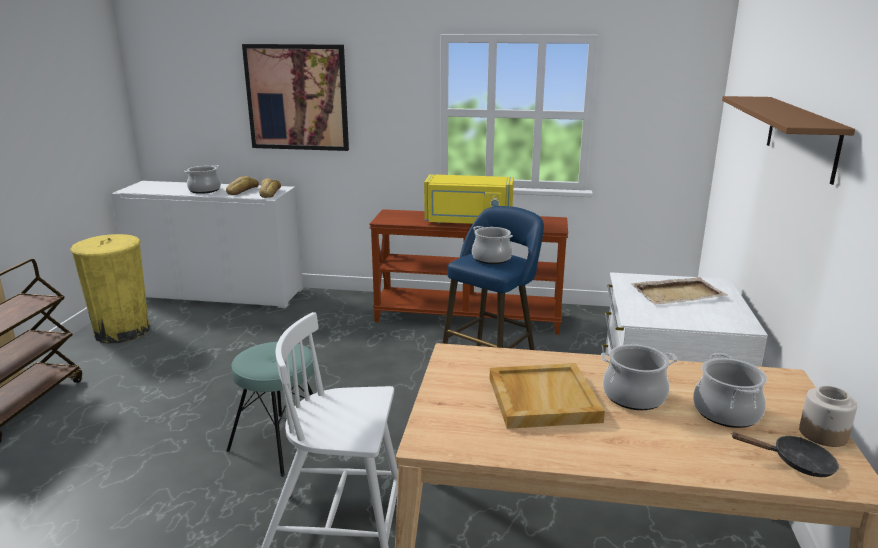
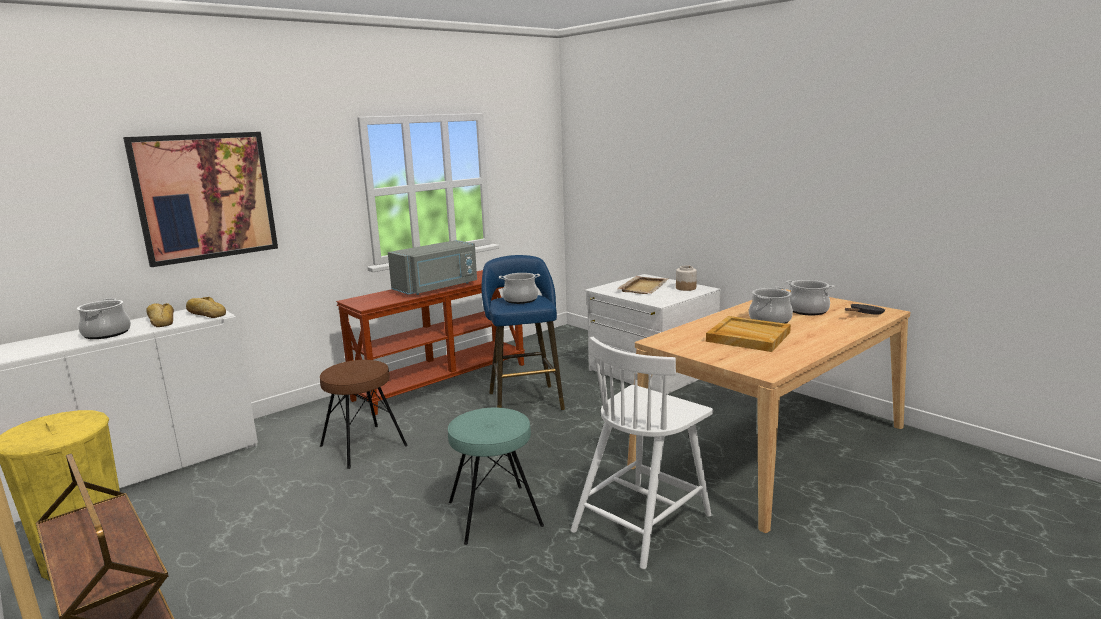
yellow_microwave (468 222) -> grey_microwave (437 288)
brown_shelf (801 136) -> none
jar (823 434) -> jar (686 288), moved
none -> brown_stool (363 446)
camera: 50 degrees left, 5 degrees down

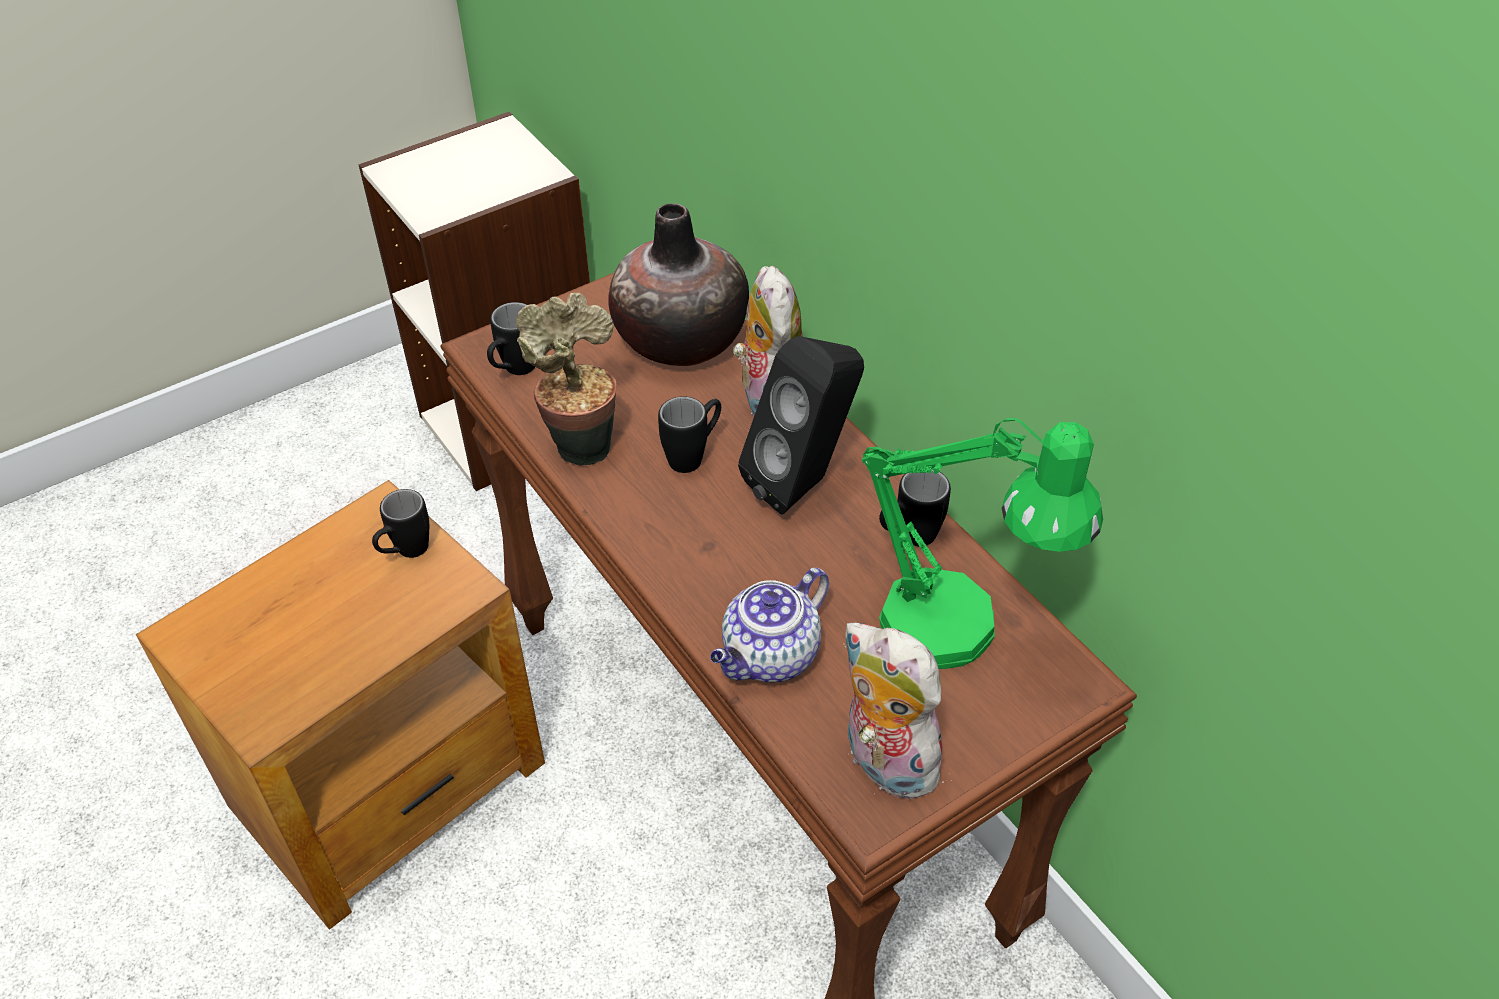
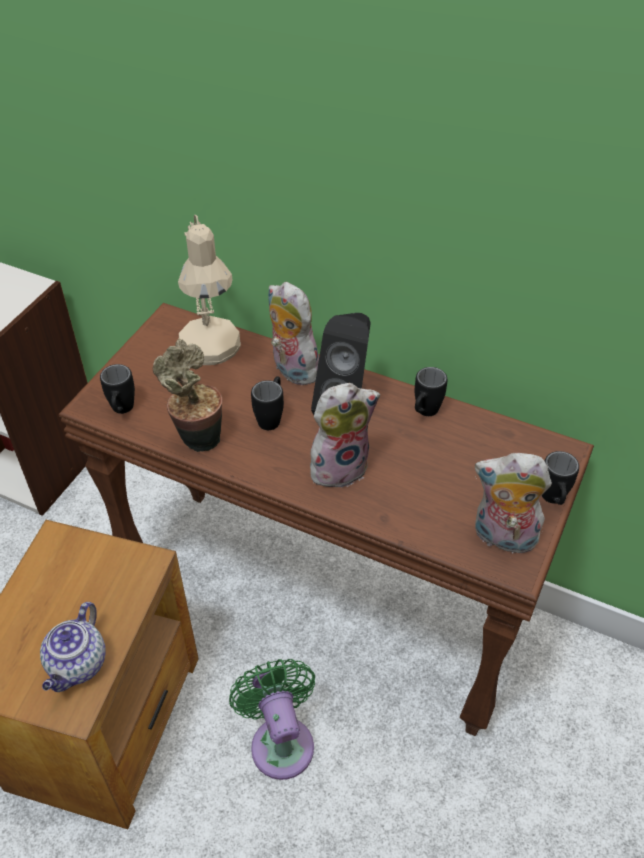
black_mug (405 553) -> black_mug (553 501), moved
vase (681 340) -> beige_table_lamp (212 353)
teapot (770 657) -> teapot (78 665), moved
green_table_lamp (961 633) -> none
none -> green_fan (280 740)
none -> plush_toy (339 466)
camera: 30 degrees left, 0 degrees up

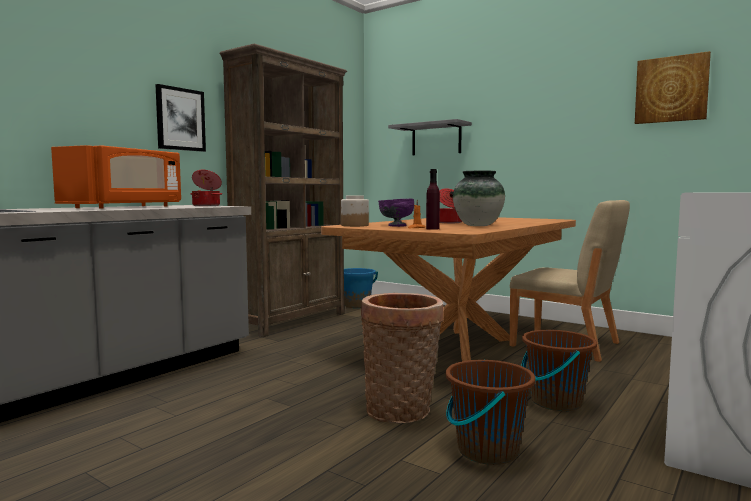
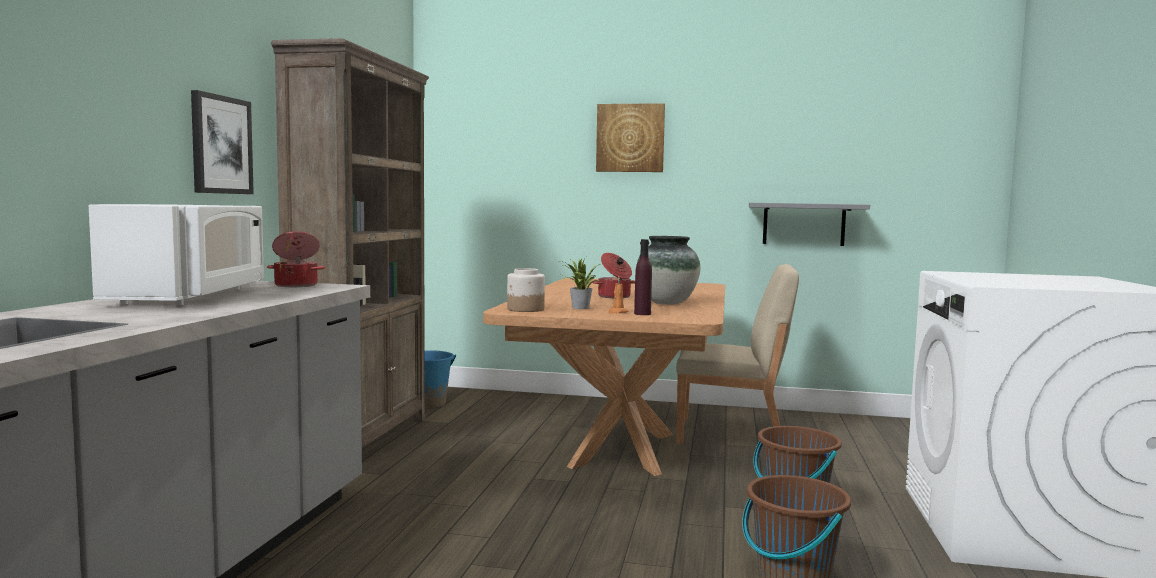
orange_microwave (125 207) -> white_microwave (190 296)
basket (402 412) -> none
purple_bowl (396 226) -> potted_plant (578 308)
grey_shelf (436 139) -> grey_shelf (803 224), moved
picture (671 89) -> picture (630 138), moved
camera: 25 degrees left, 0 degrees up

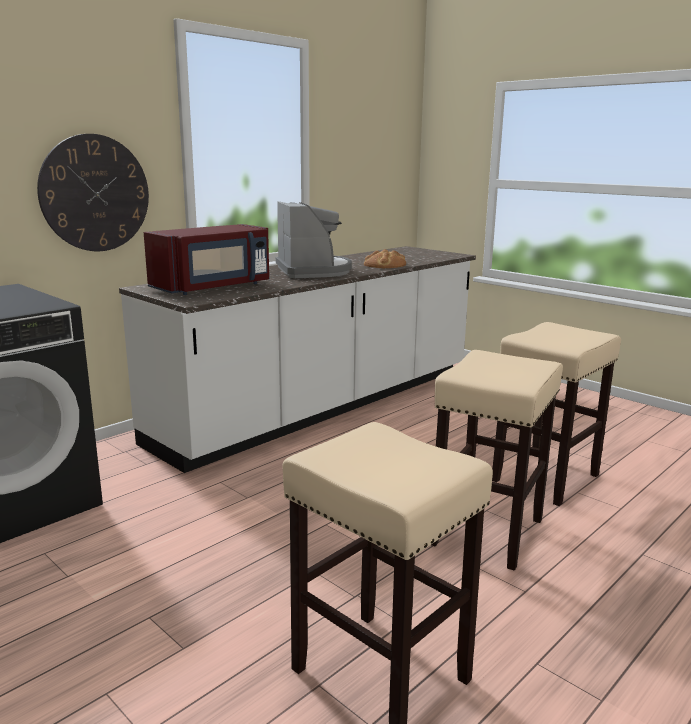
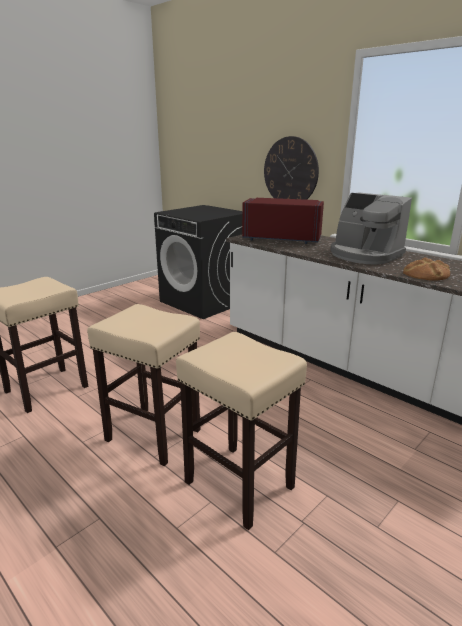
red_microwave (213 287) -> red_microwave (282 239), 150 degrees clockwise
coffee_machine (313 271) -> coffee_machine (364 255), 60 degrees clockwise
camera: 90 degrees right, 5 degrees up

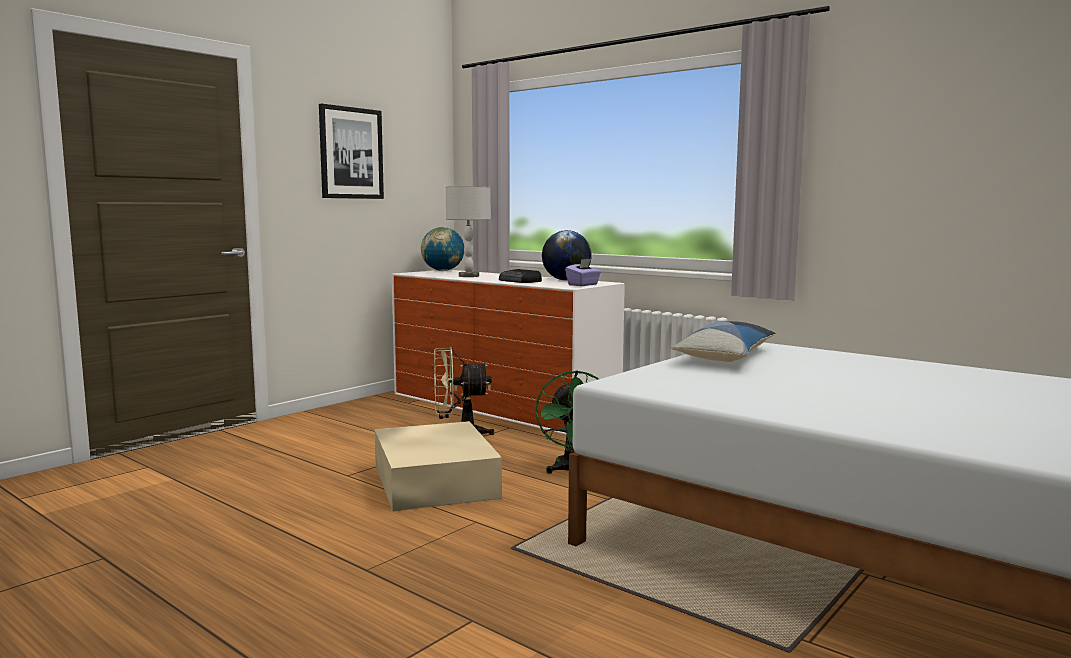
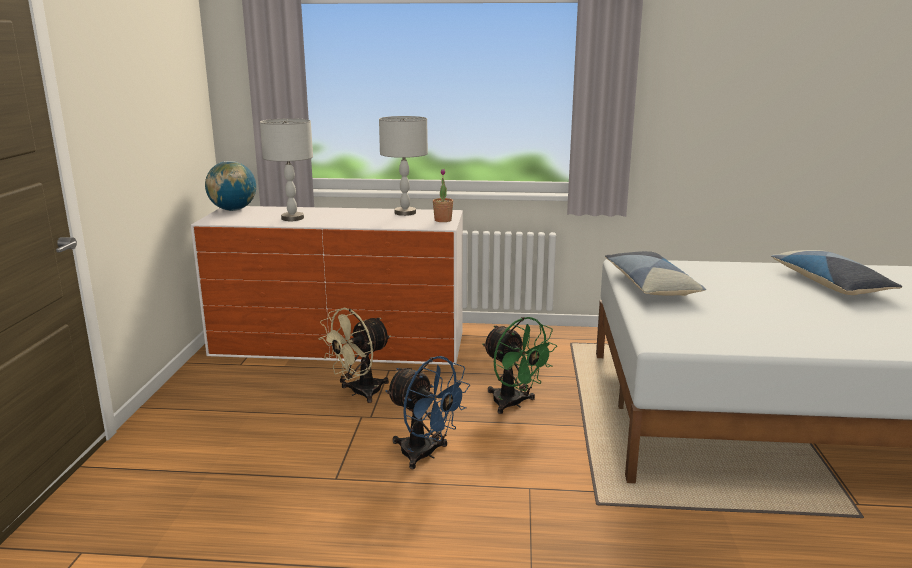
picture (351 153) -> none
beige_storage_box (435 480) -> blue_fan (425 455)
radio (520 281) -> none
globe (566 280) -> grey_table_lamp (404 213)
purple_tissue_box (583 285) -> potted_plant (443 220)
none -> pillow (829 283)
camera: 35 degrees left, 10 degrees up

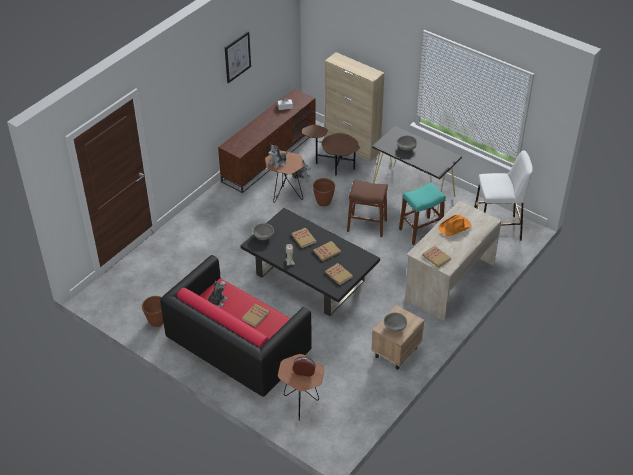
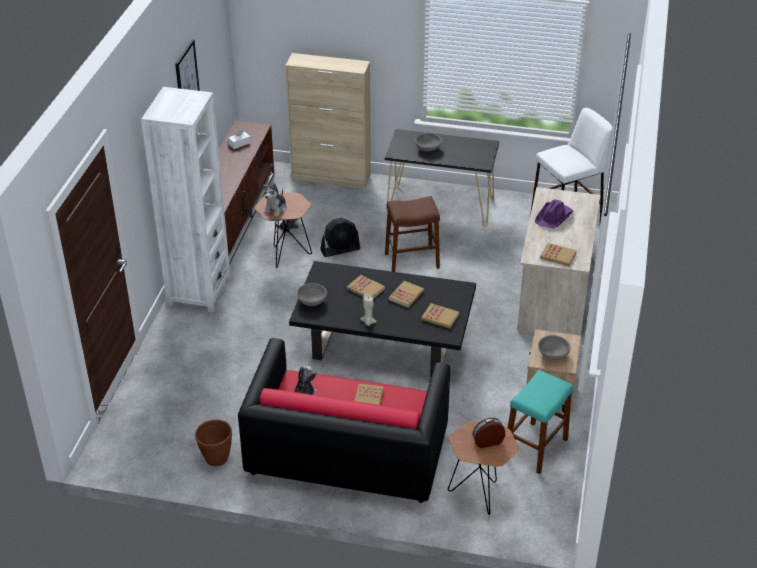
brown_side_table (333 166) -> none
brown_planter (324 202) -> black_fan (340 250)
turquoise_stool (421 230) -> turquoise_stool (535 447), moved
orange_hat (455 227) -> purple_hat (554 217)
none -> white_bookcase (199 291)
camera: 25 degrees left, 5 degrees down

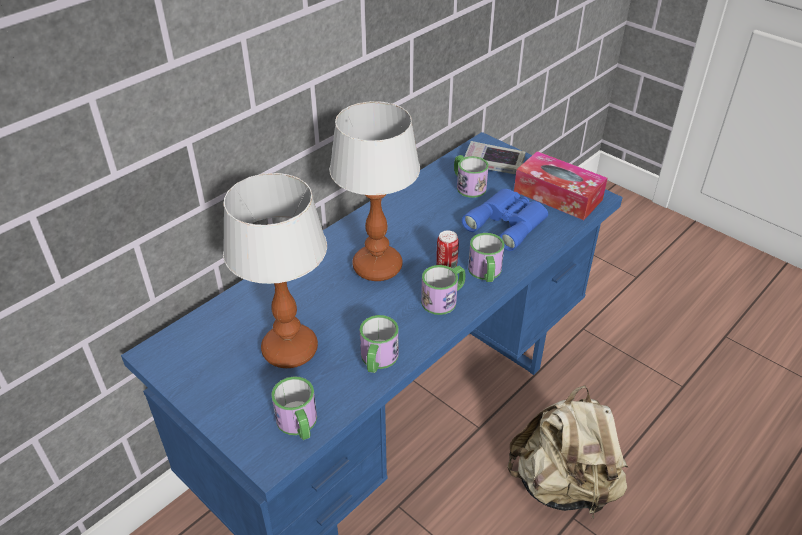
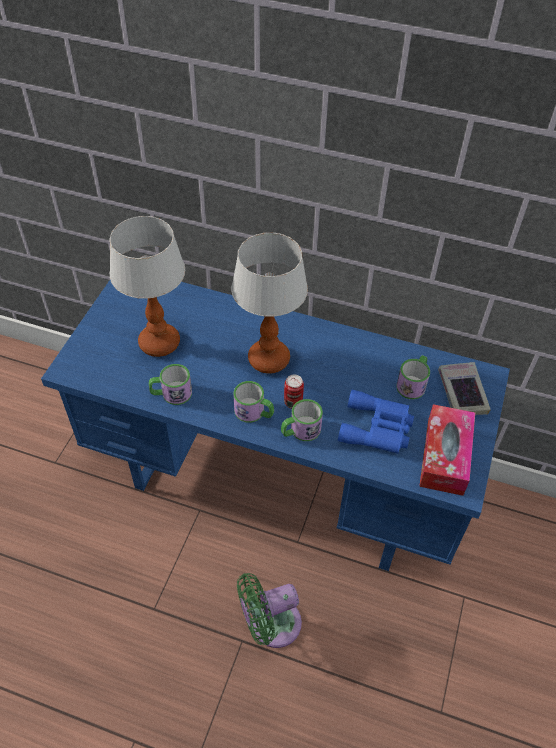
mug (299 424) -> none
beige_backpack (563 485) -> green_fan (270 624)
camera: 65 degrees right, 10 degrees up

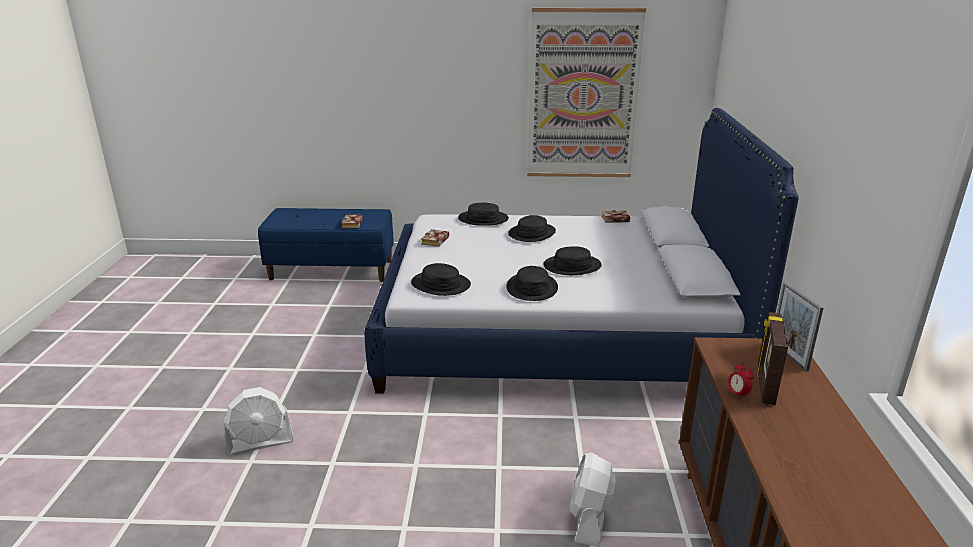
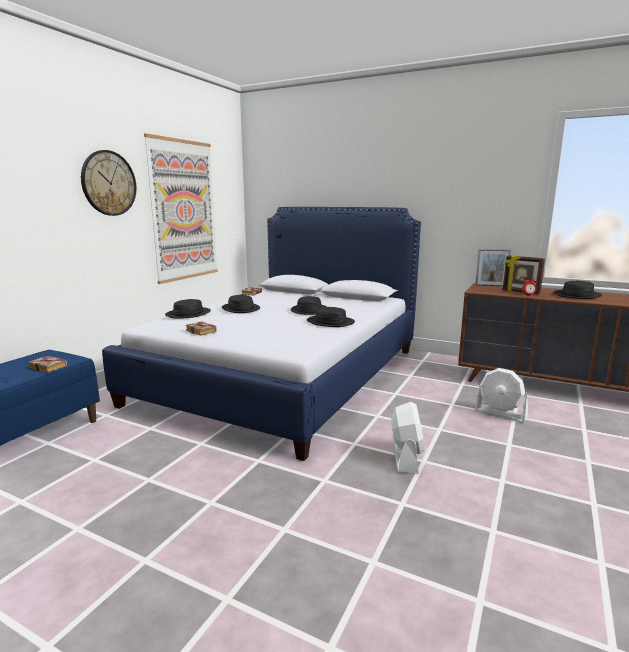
white_fan (261 442) -> white_fan (406 457), moved
black_hat (440 284) -> black_hat (577 295), moved
none -> wall_clock (109 183)
camera: 65 degrees left, 10 degrees down

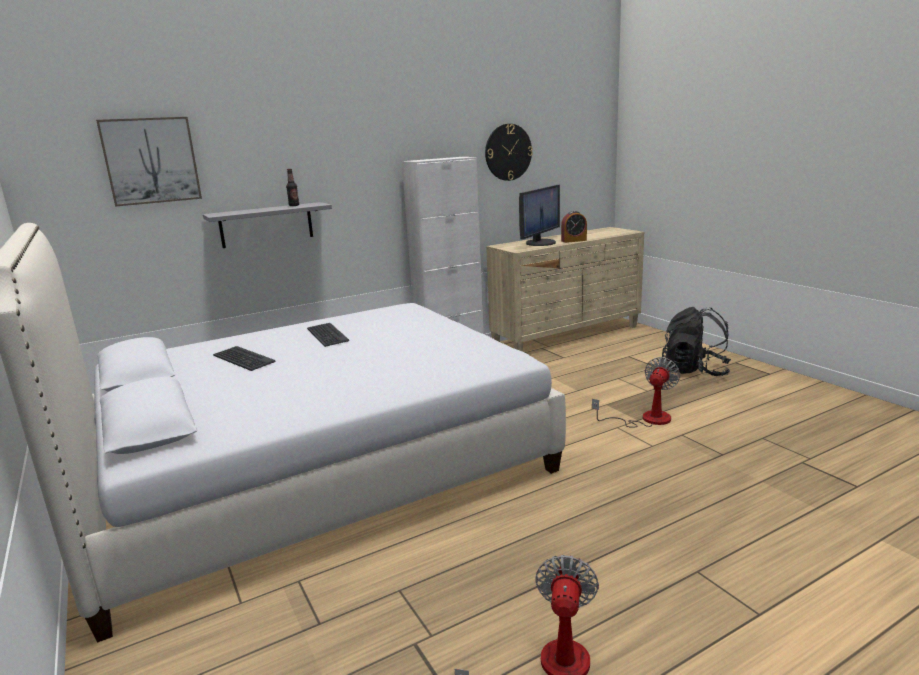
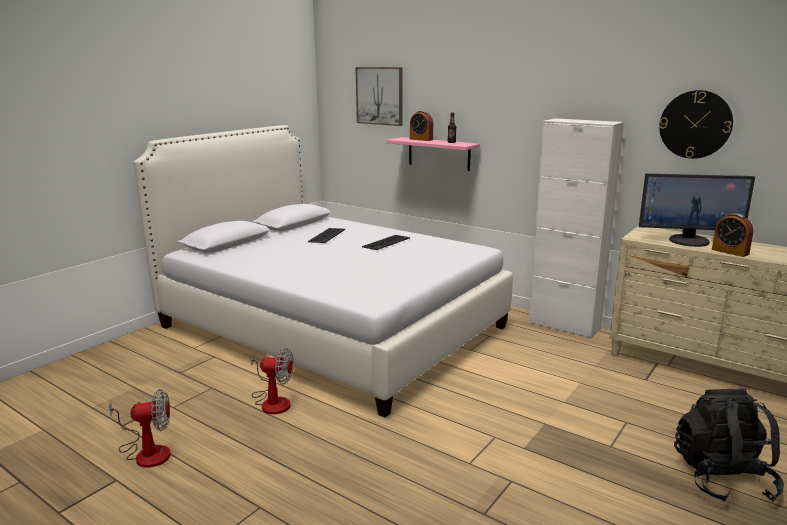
grey_shelf (266 225) -> pink_shelf (439 153)
fan (646 419) -> fan (272 401), moved
none -> alarm_clock (421 139)
camera: 65 degrees right, 0 degrees up

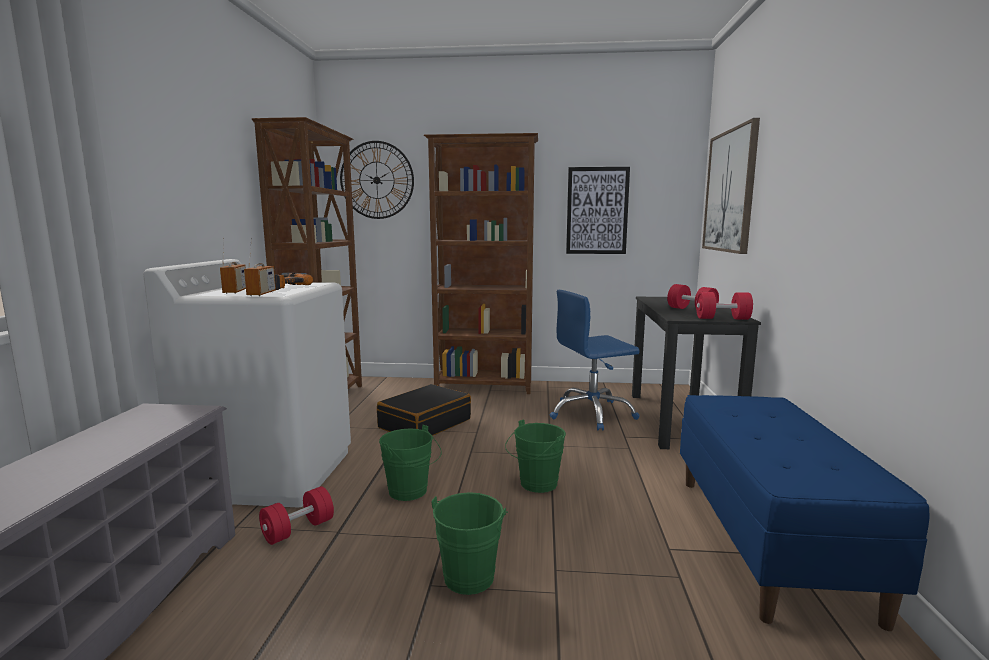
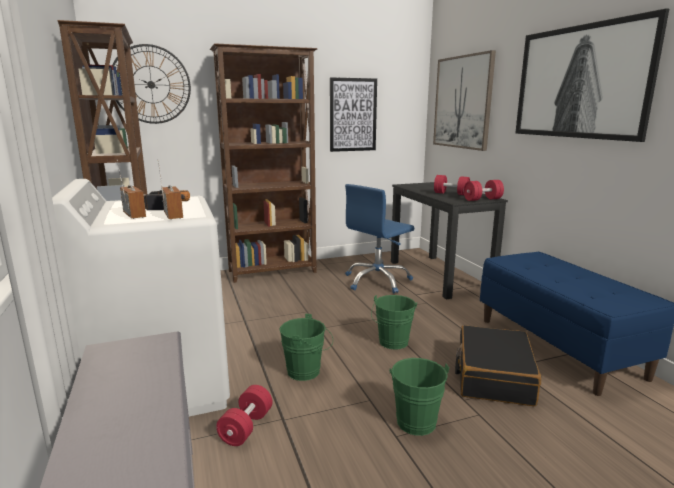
black_suitcase (424 423) -> black_suitcase (493 376), moved
none -> picture (581 82)
camera: 25 degrees left, 5 degrees up

